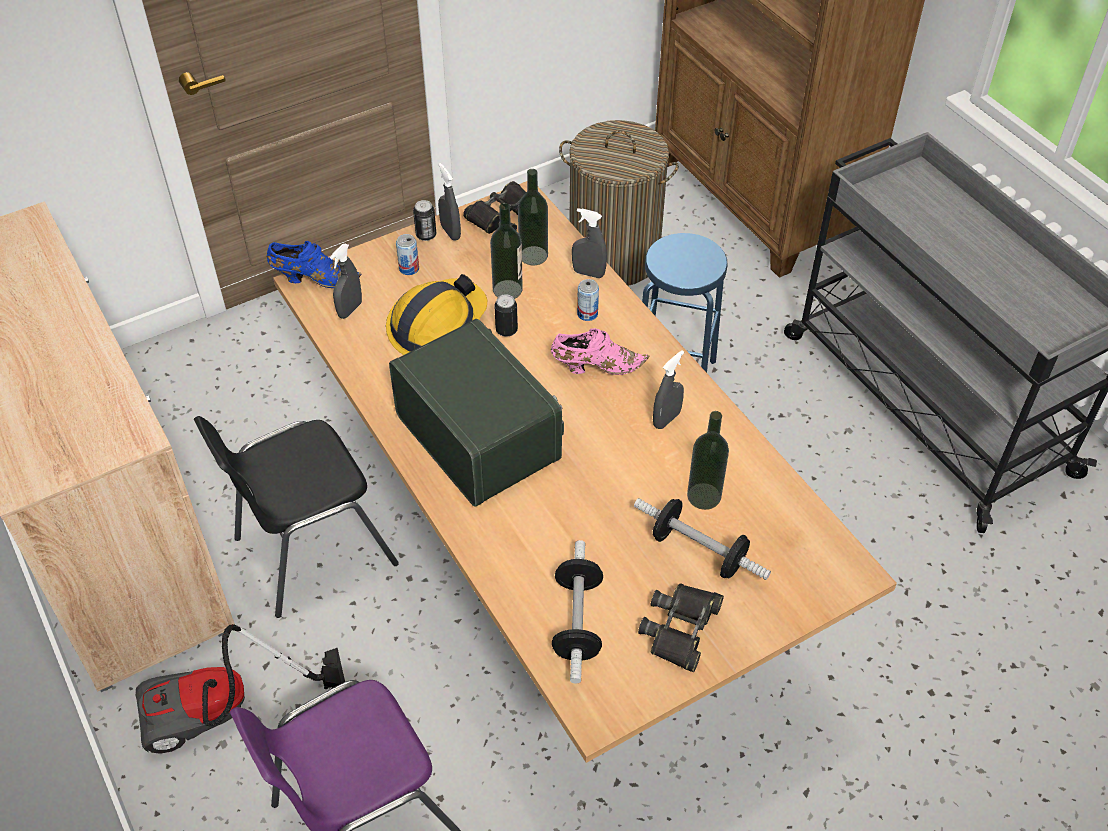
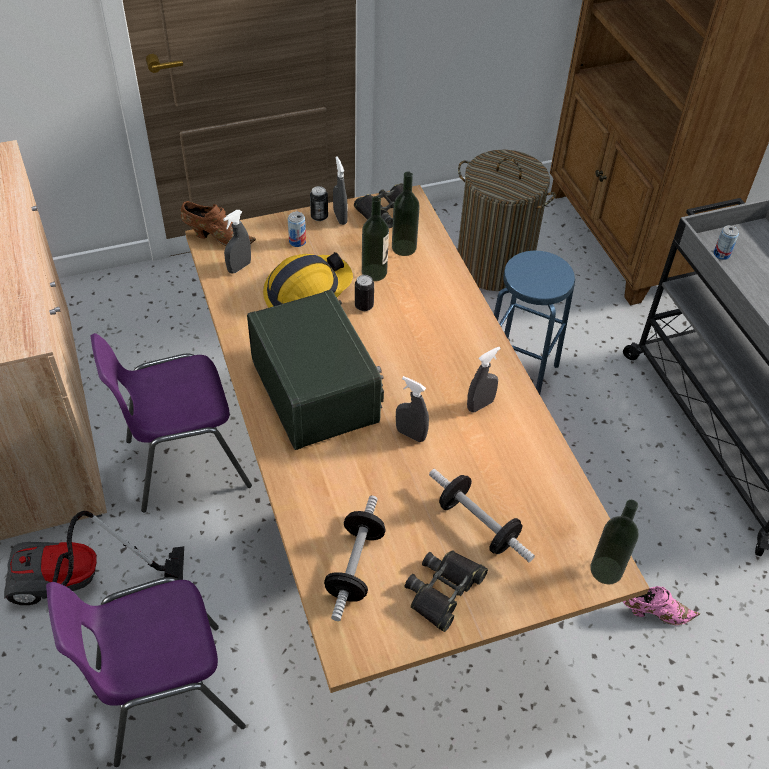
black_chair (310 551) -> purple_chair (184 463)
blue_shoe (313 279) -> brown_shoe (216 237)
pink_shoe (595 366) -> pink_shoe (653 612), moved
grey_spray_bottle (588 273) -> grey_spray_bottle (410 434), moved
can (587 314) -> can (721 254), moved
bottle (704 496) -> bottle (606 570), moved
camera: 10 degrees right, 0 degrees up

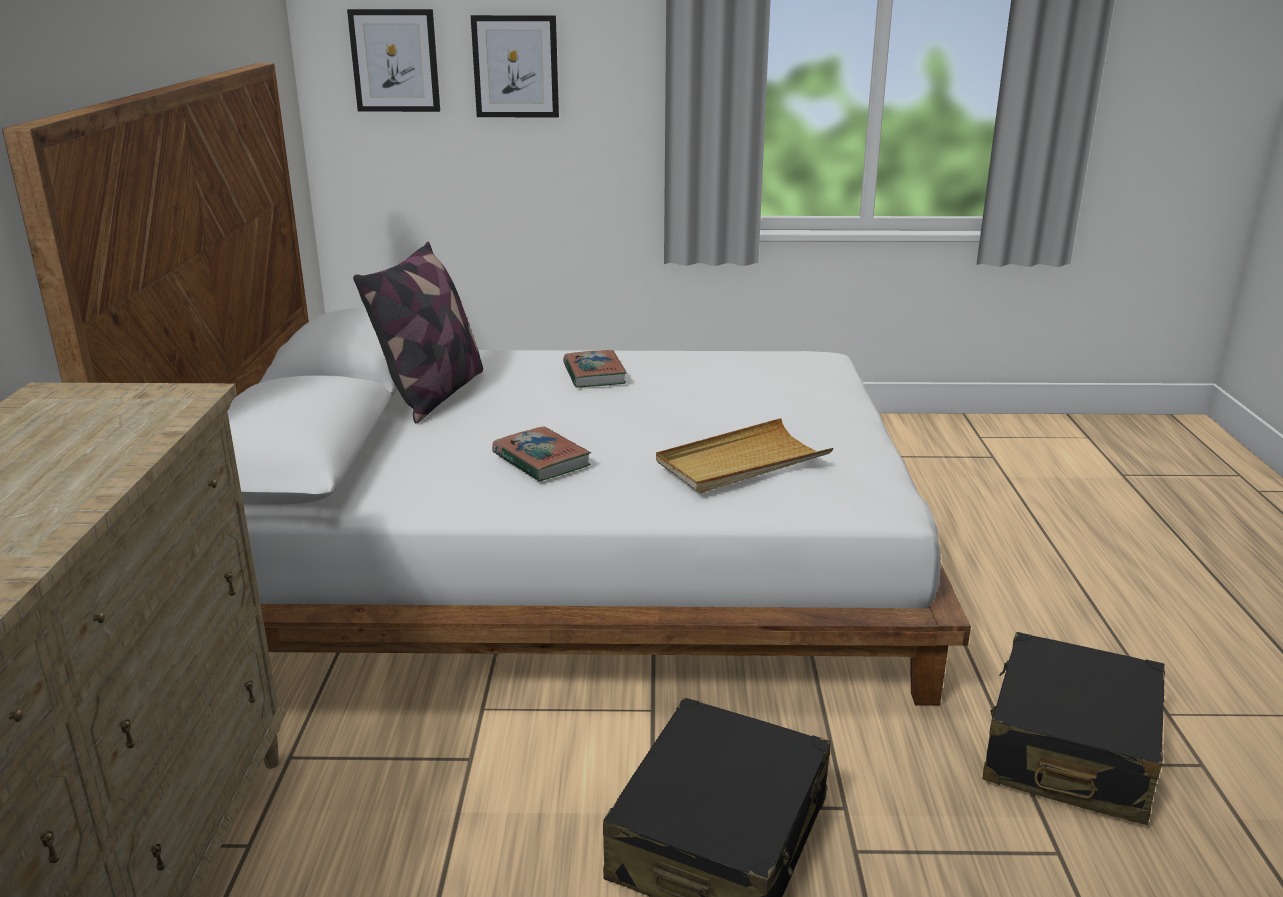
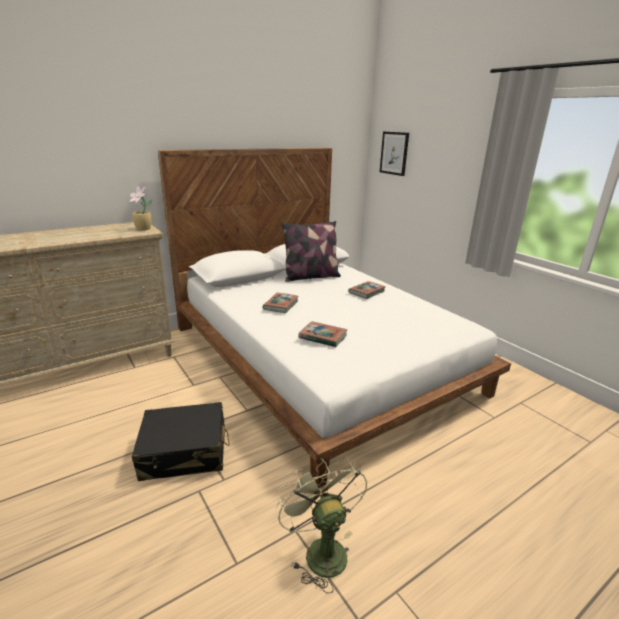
picture (515 67) -> none
beige_tray (741 462) -> book (322 337)
black_suitcase (1069 752) -> green_fan (320 549)
none -> potted_plant (143 229)
camera: 55 degrees right, 0 degrees up

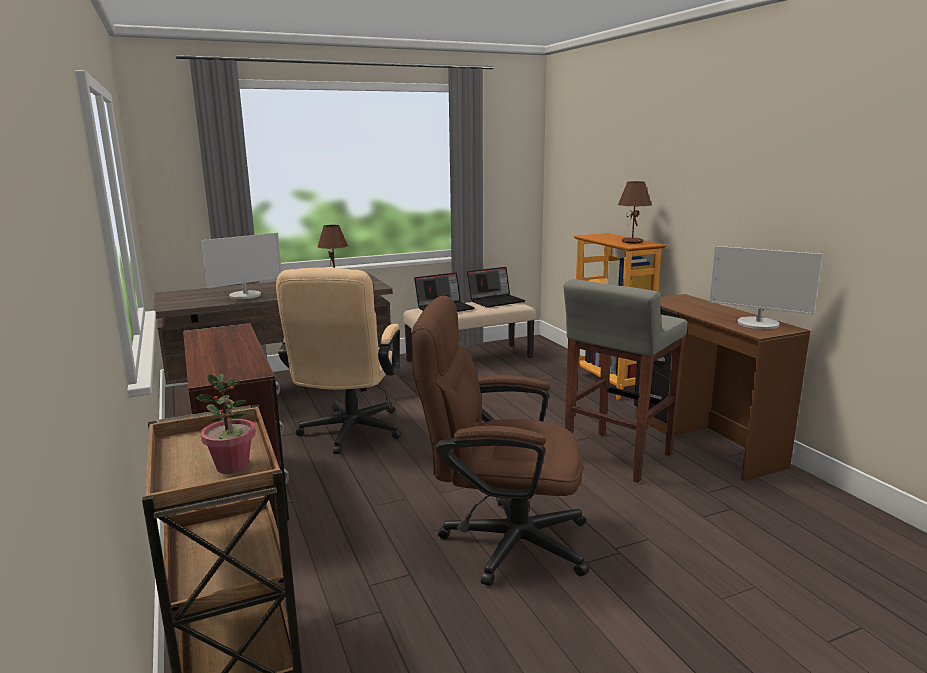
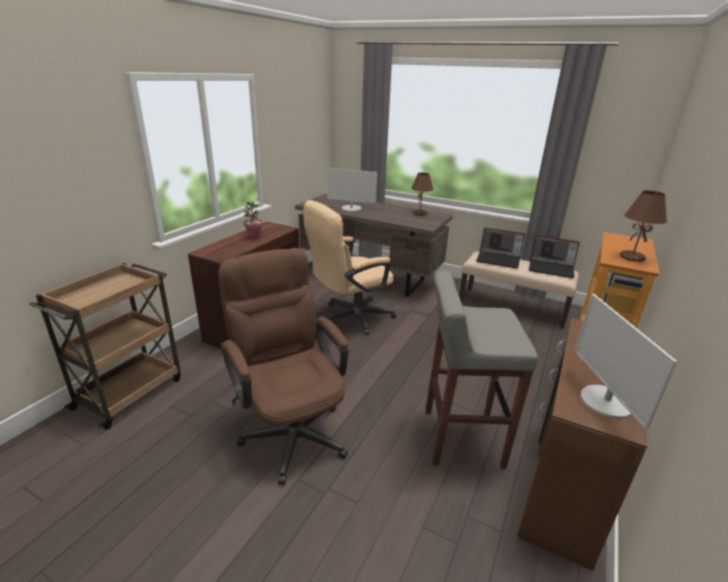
potted_plant (232 466) -> potted_plant (254 236), moved
camera: 50 degrees right, 10 degrees up

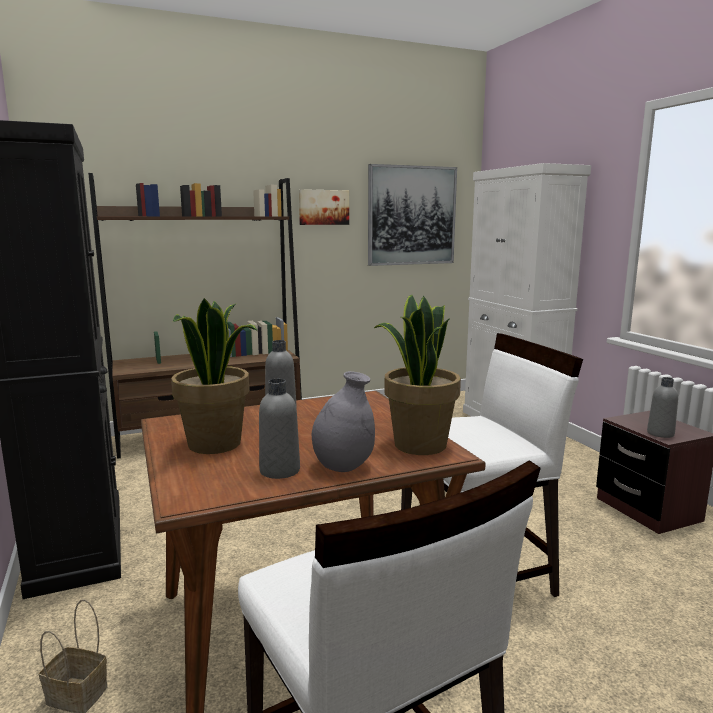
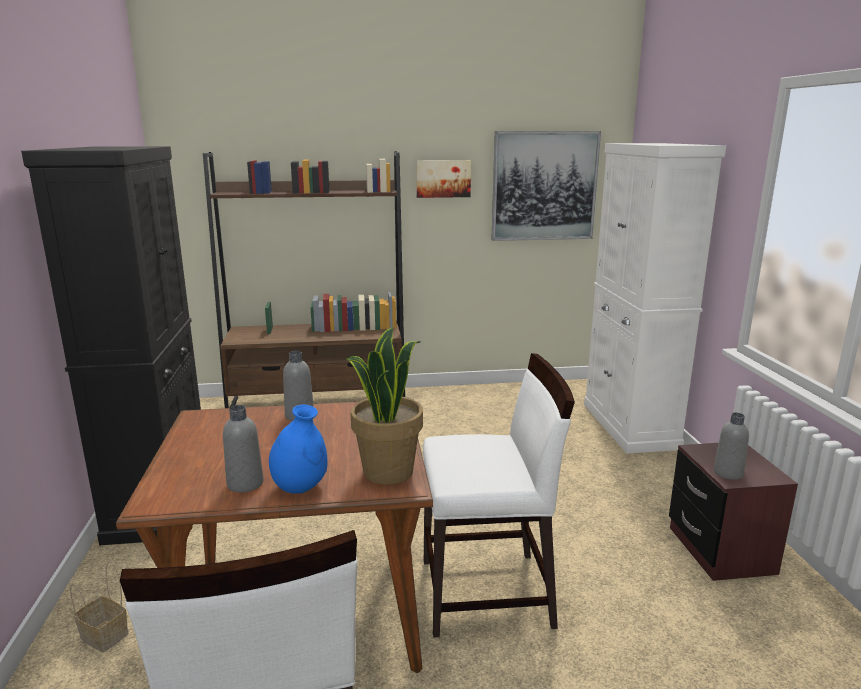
potted_plant (215 444) -> none
grey_vase (343 467) -> blue_vase (300 487)
camera: 15 degrees right, 5 degrees up

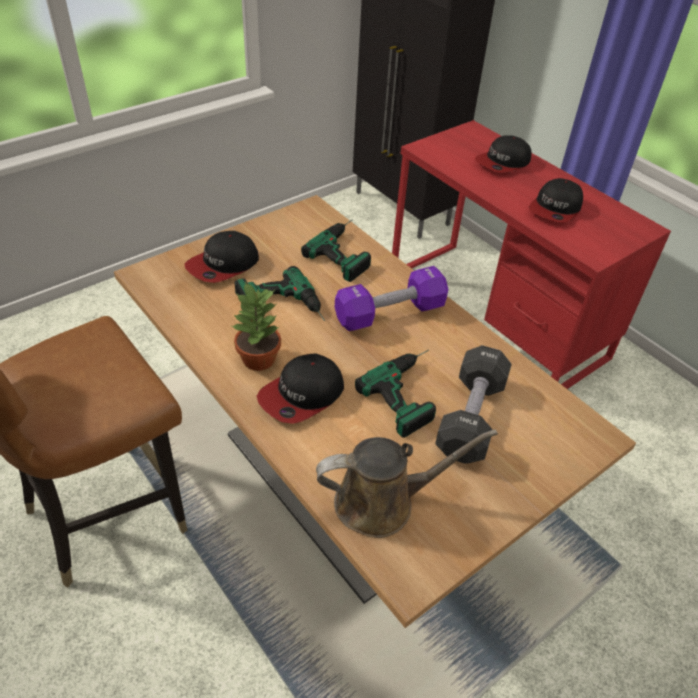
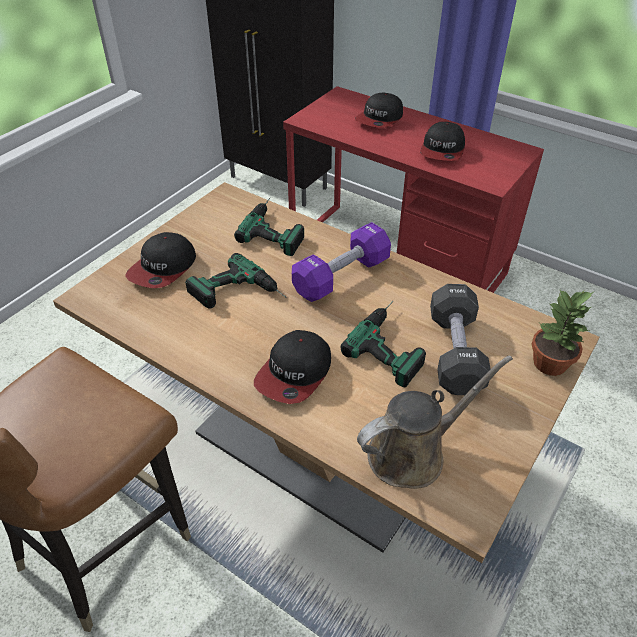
potted_plant (259 360) -> potted_plant (550 364), moved
camera: 15 degrees left, 0 degrees up

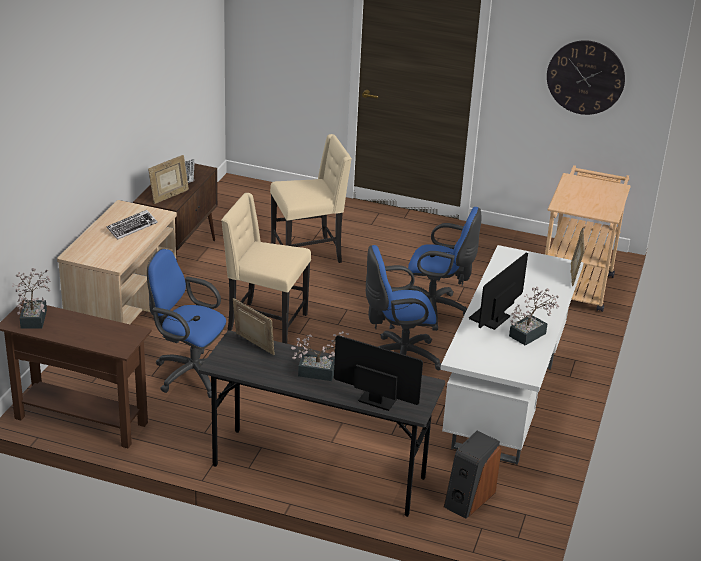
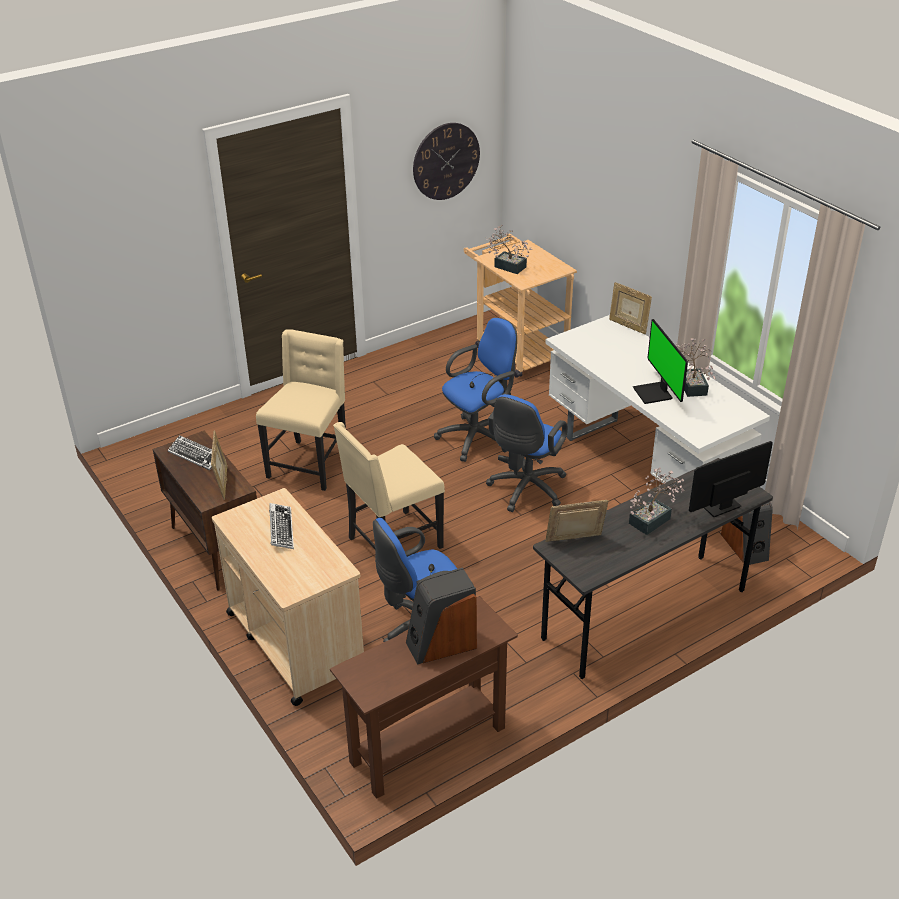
potted_plant (35 316) -> potted_plant (507 266), moved
none -> speaker (441 644)
camera: 50 degrees left, 5 degrees up

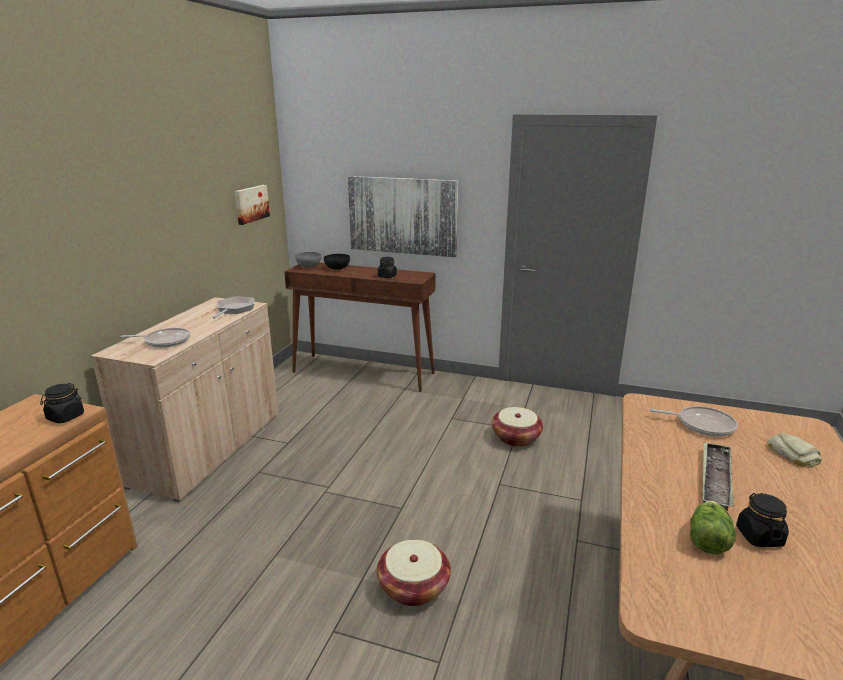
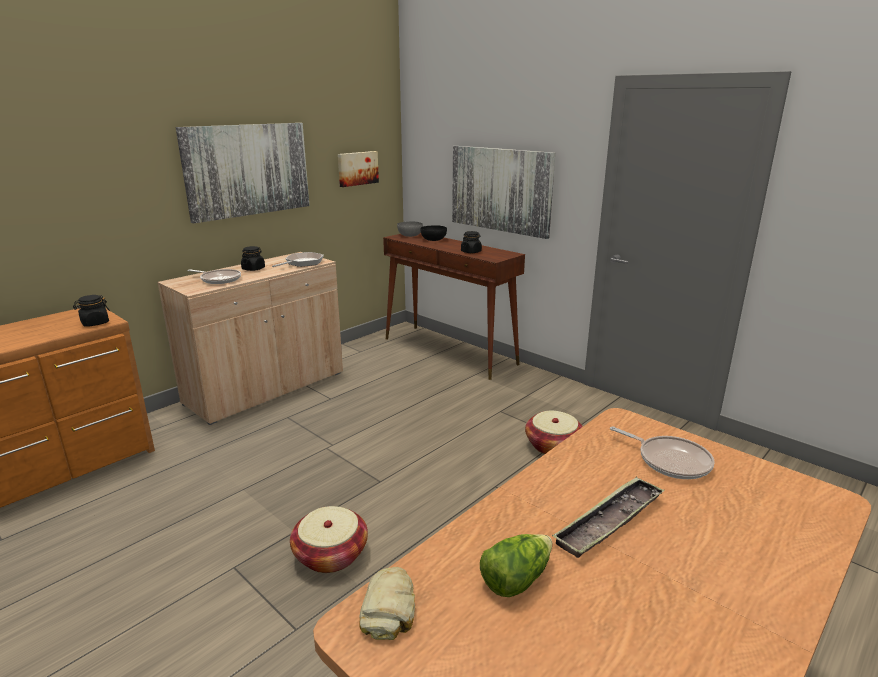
black_jar (759 536) -> black_jar (253 269), moved
bread (793 454) -> bread (390 608), moved
none -> picture (247 170)
camera: 25 degrees right, 0 degrees up

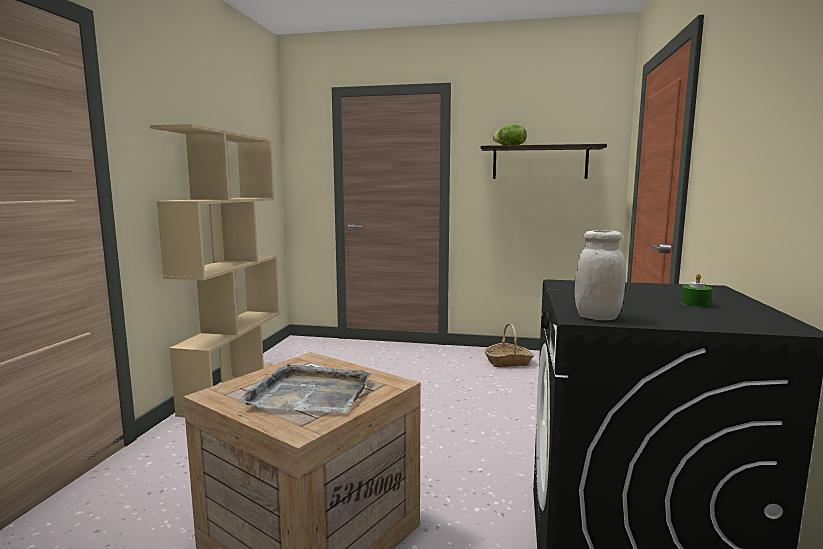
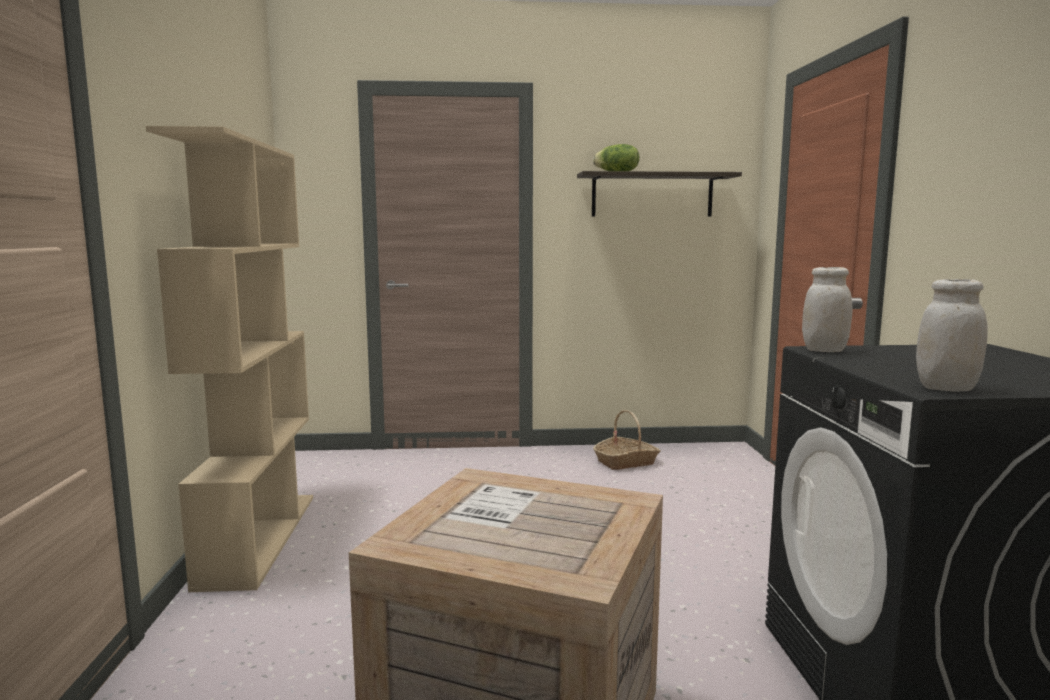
grey_tray (310 394) -> none
green_candle (695 303) -> none
none -> white_jar (824 350)
camera: 15 degrees left, 0 degrees up

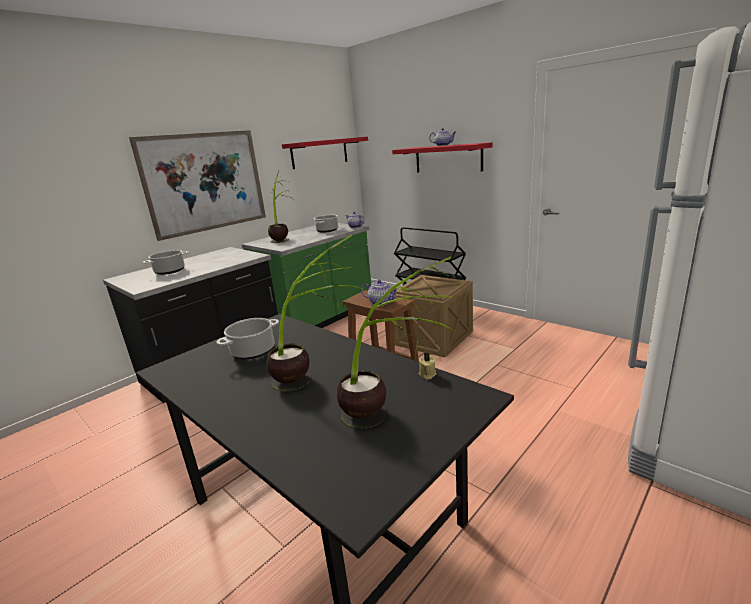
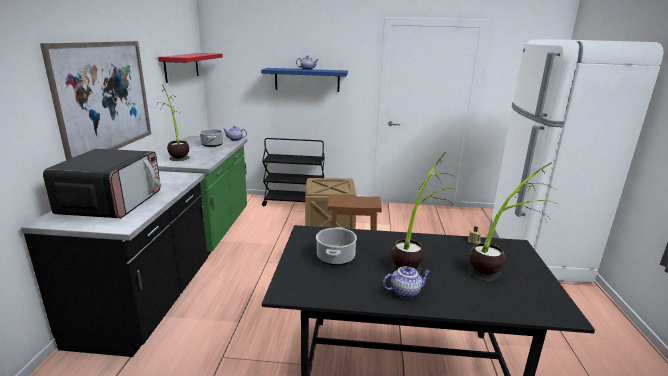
cooking_pot (170 271) -> microwave (112 203)
teapot (381 302) -> teapot (405 292), moved
red_shelf (448 158) -> blue_shelf (307 80)
camera: 40 degrees left, 0 degrees up

